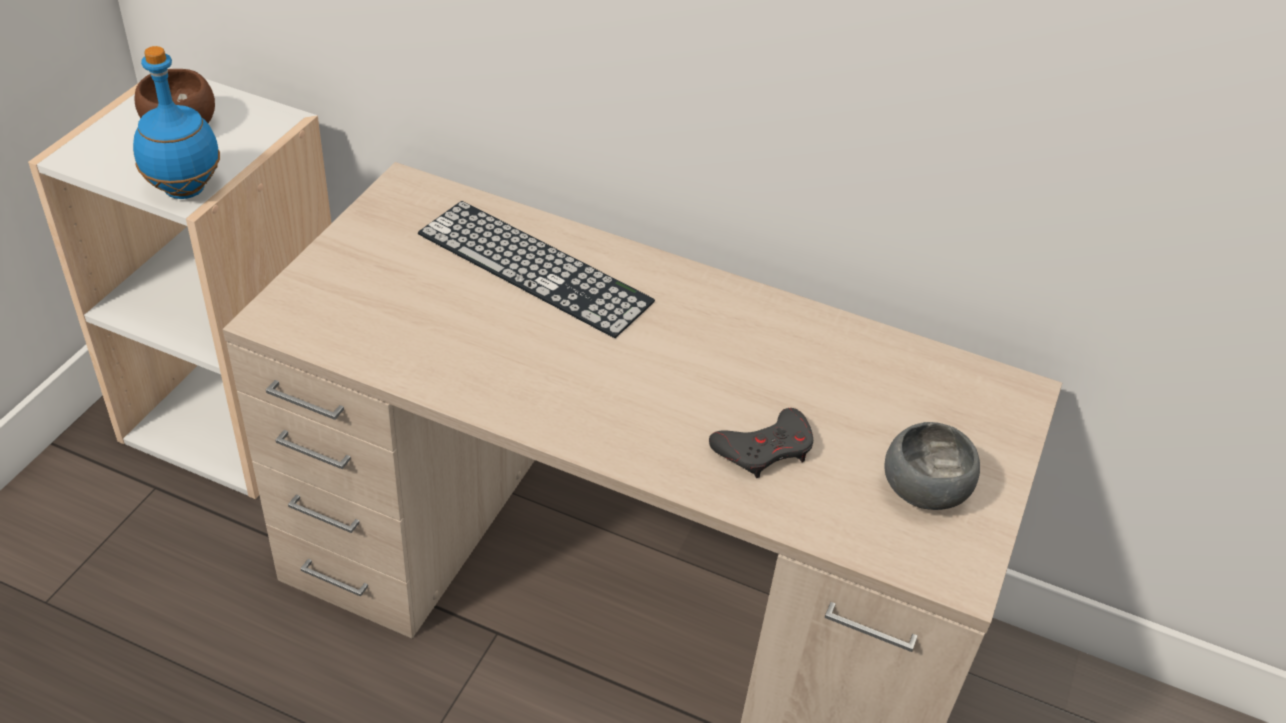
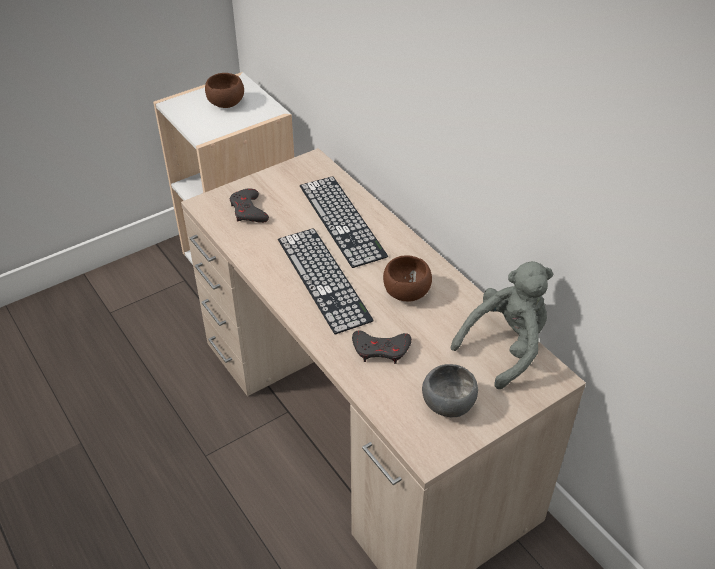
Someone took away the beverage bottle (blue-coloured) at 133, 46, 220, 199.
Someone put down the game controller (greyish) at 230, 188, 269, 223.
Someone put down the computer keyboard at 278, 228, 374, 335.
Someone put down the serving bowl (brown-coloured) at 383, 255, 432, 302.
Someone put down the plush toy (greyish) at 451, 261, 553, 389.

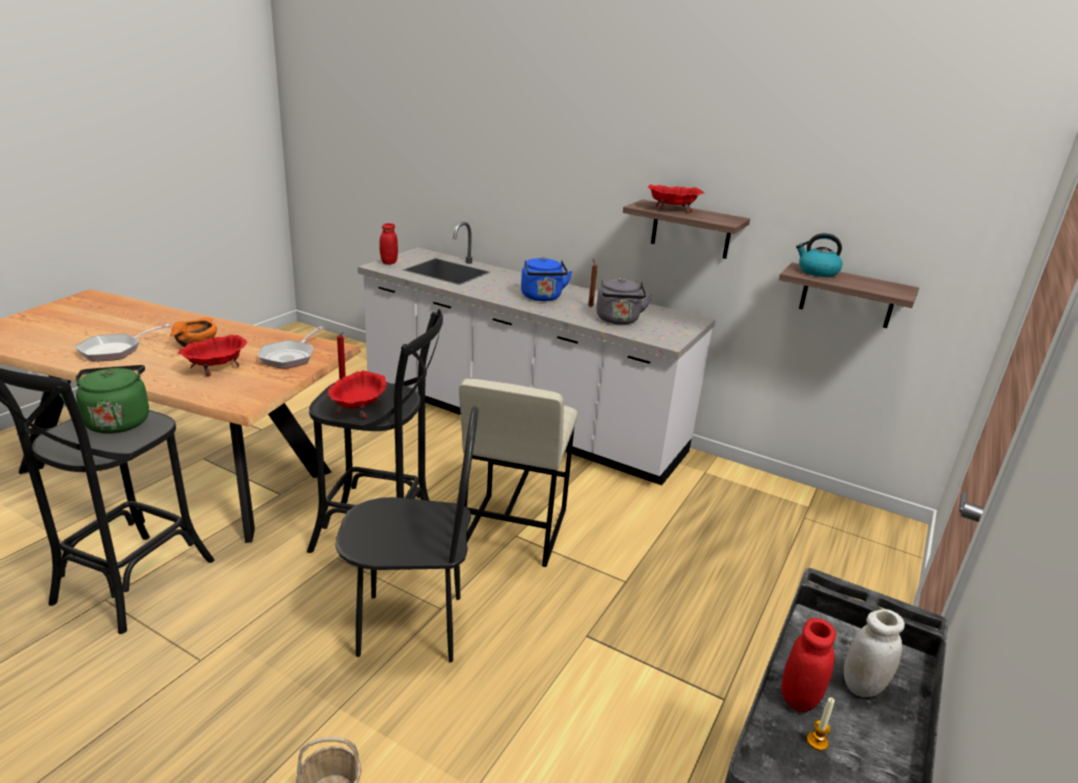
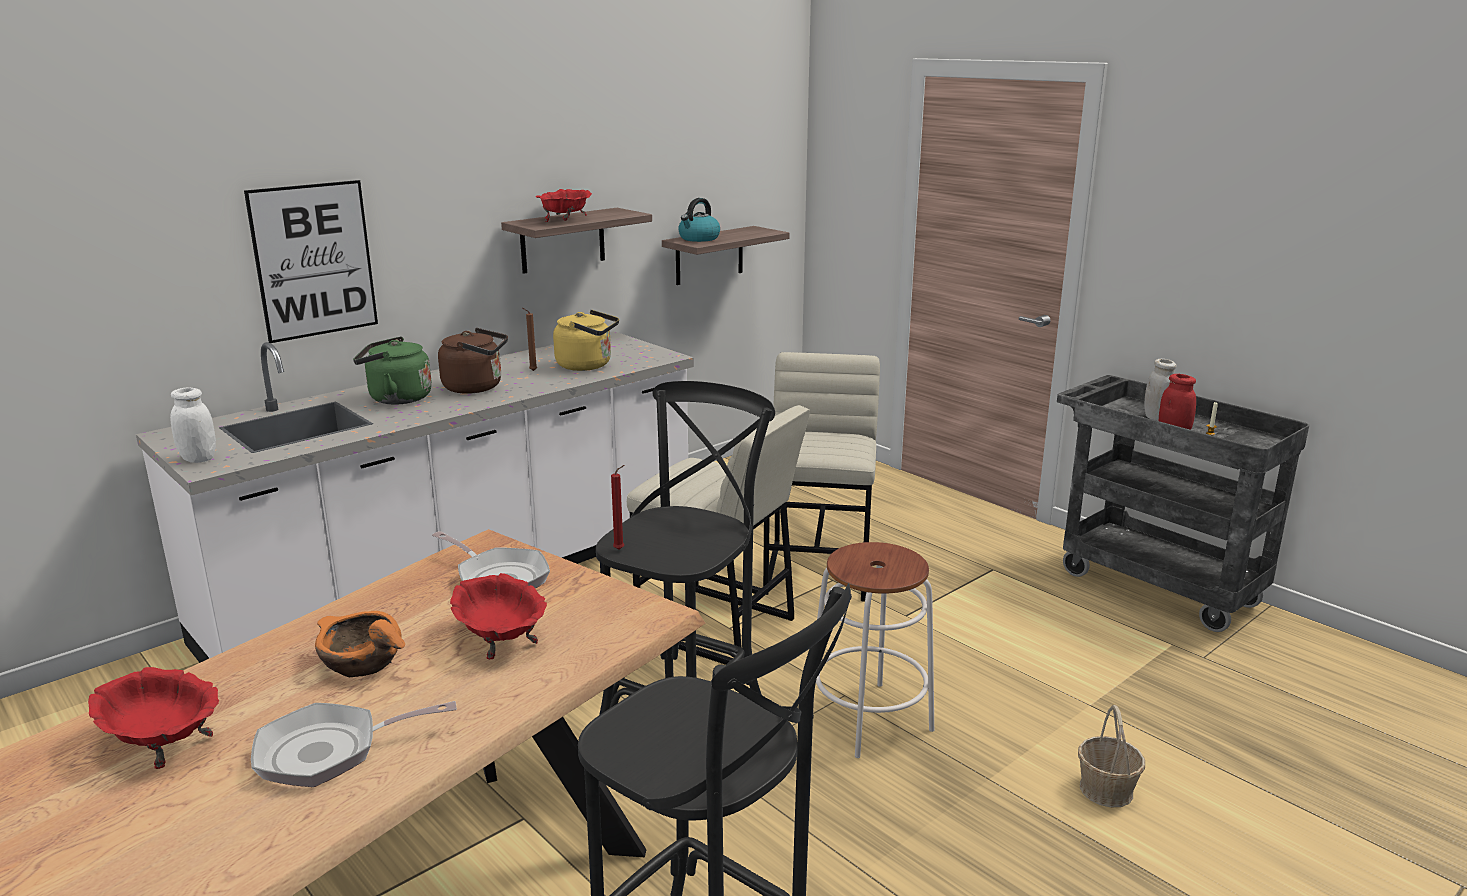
Someone repainted the jar (red-coloured) at 379, 223, 398, 264, which became the jar (white) at 170, 387, 216, 463.
Someone repainted the kettle (blue-coloured) at 521, 257, 572, 301, which became the kettle (brown-coloured) at 438, 328, 508, 394.
Someone repainted the kettle (greyish) at 596, 278, 652, 325, which became the kettle (yellow-coloured) at 553, 310, 619, 371.
Someone rotated the frying pan at 75, 324, 171, 362 by 105 degrees clockwise.
Someone carried the kettle (green-coloured) from 59, 365, 149, 434 to 353, 337, 432, 405.
Someone carried the serving bowl (red-coloured) from 328, 371, 387, 419 to 88, 667, 219, 769.
Someone swapped the chair (black) at 335, 406, 478, 663 for the stool (white) at 816, 542, 934, 758.
Someone put up the wall picture at 244, 180, 378, 343.
Someone put down the chair (sand-coloured) at 763, 352, 880, 602.

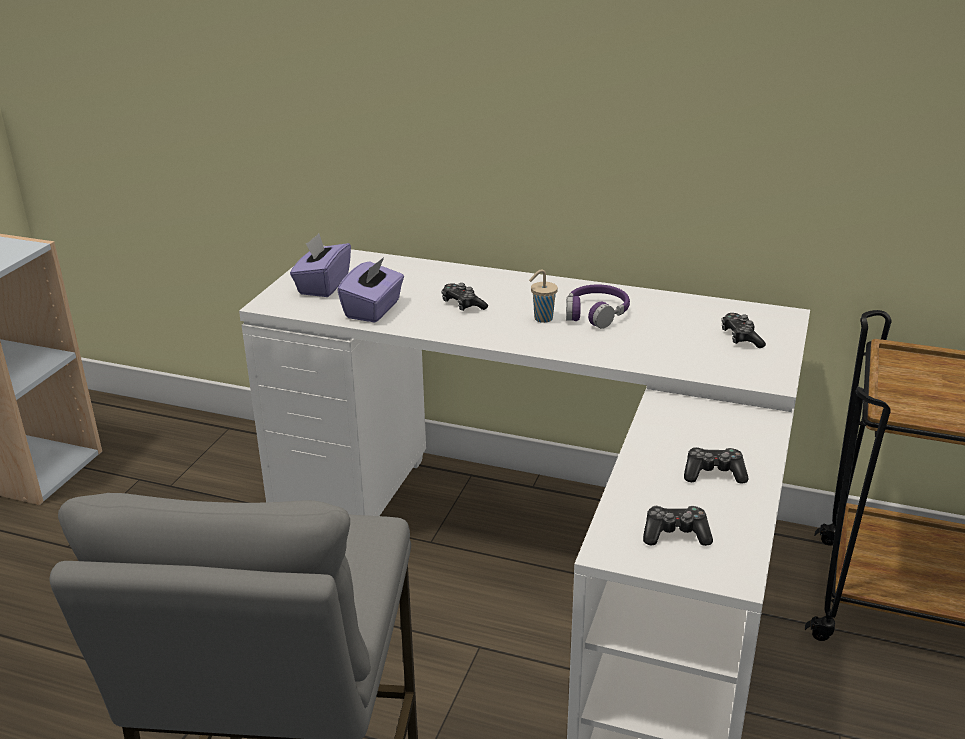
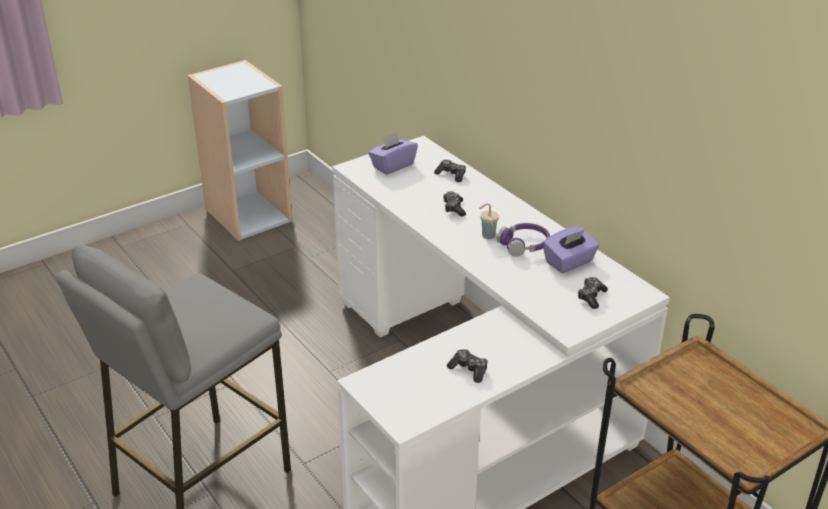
Someone carried the tissue box (purplish) from 337, 257, 404, 322 to 543, 226, 600, 273.
Someone carried the game controller from 643, 506, 713, 546 to 434, 160, 466, 182.

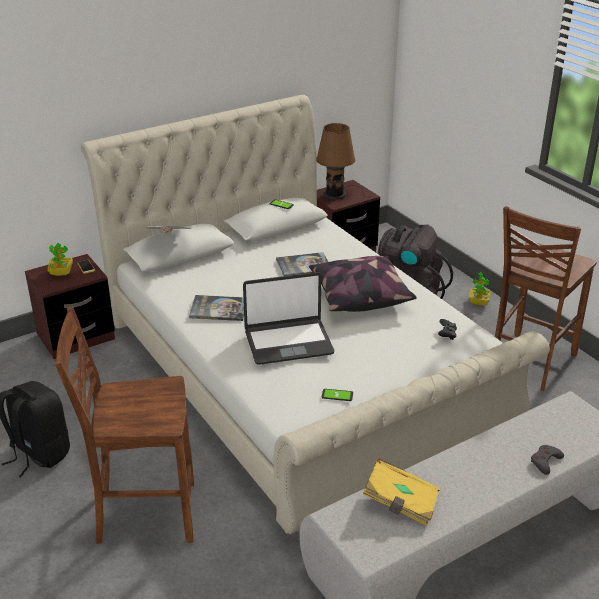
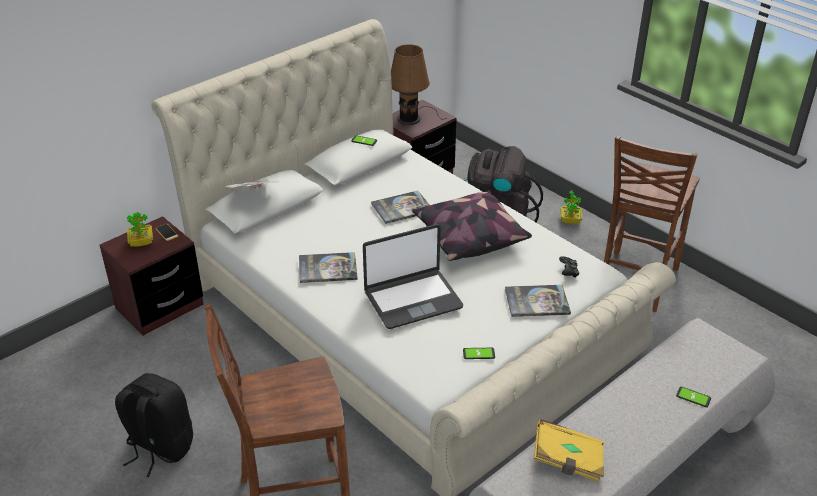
Someone swapped the game controller (greyish) at 531, 445, 564, 475 for the handset at 676, 387, 711, 407.
Someone put down the bound book at 505, 285, 571, 317.

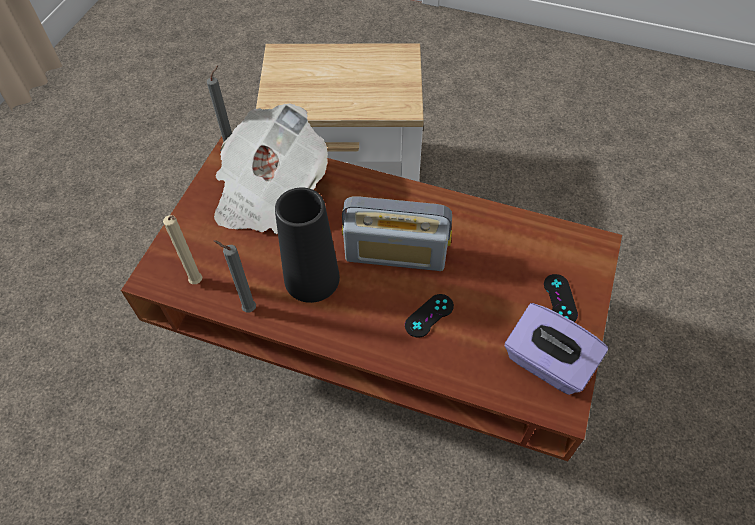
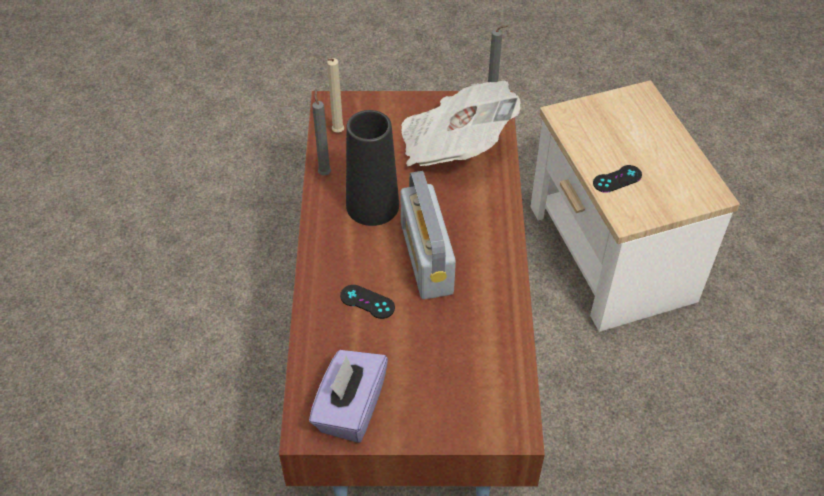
Someone carried the game controller (black) from 544, 274, 578, 322 to 593, 165, 642, 193.

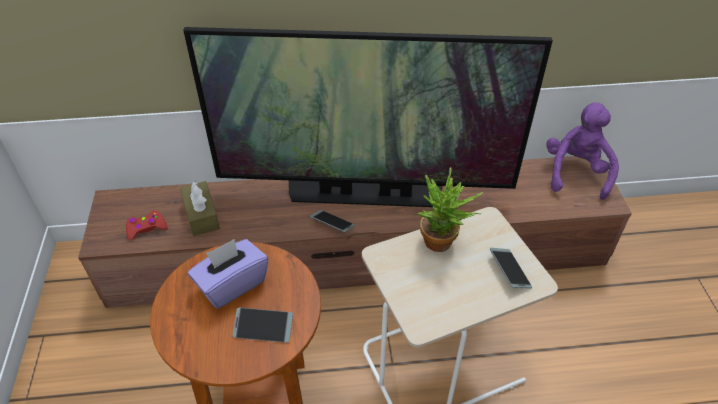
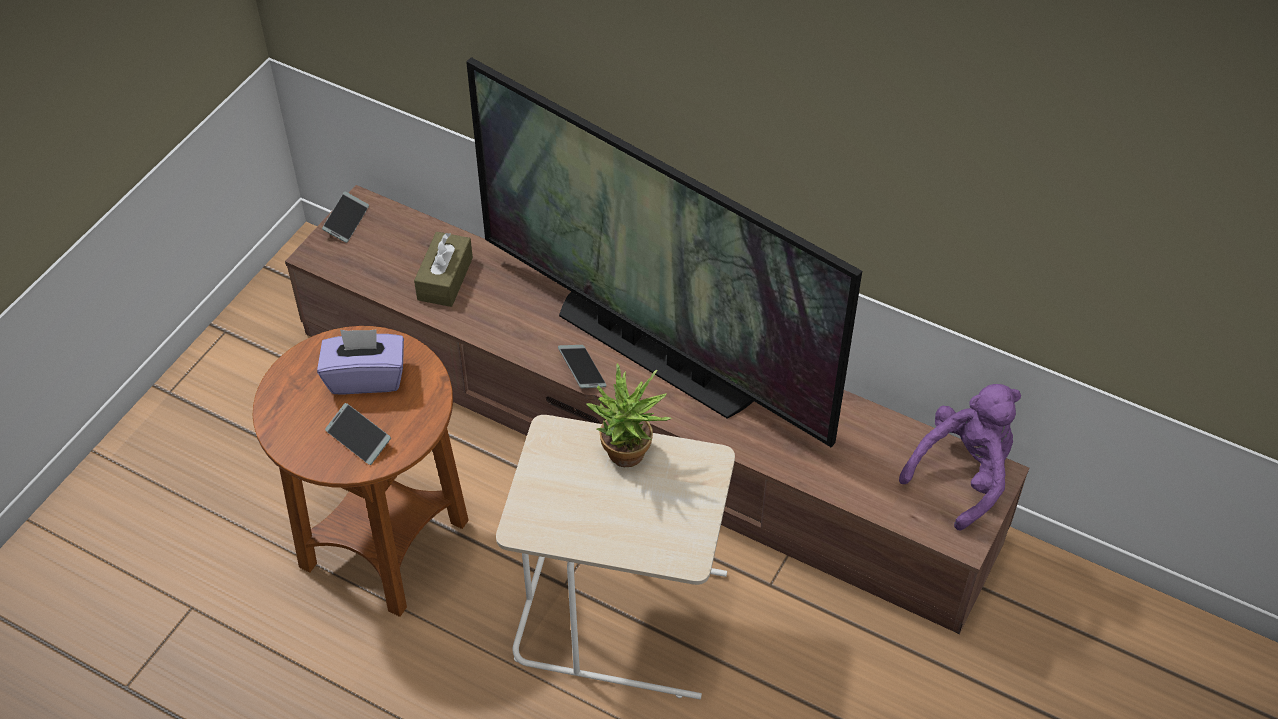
Someone took away the game controller (red-coloured) at 126, 211, 167, 240.
Someone carried the handset from 490, 248, 532, 289 to 322, 192, 369, 243.

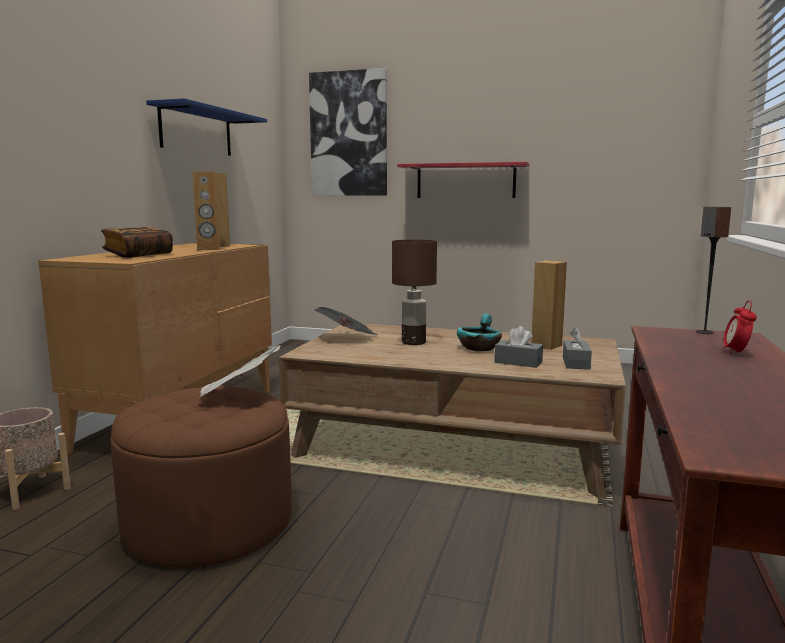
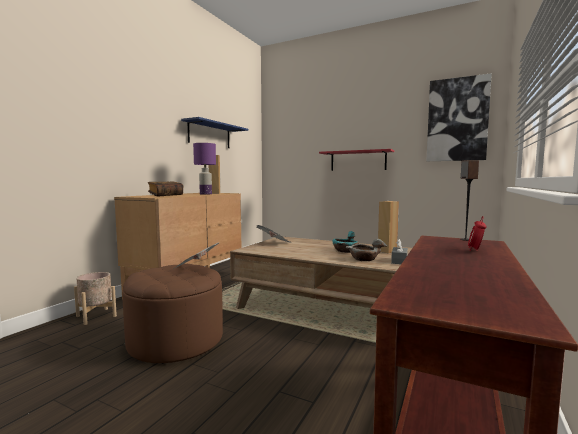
Someone carried the wall picture from 309, 68, 387, 196 to 426, 73, 492, 161.
Someone swapped the loudspeaker (brown-coloured) at 192, 171, 220, 250 for the table lamp (purplish) at 193, 143, 216, 195.
Someone took away the table lamp (brown-coloured) at 392, 240, 437, 345.
Someone swapped the tissue box (greyish) at 494, 326, 543, 368 for the serving bowl (greyish) at 346, 239, 387, 261.

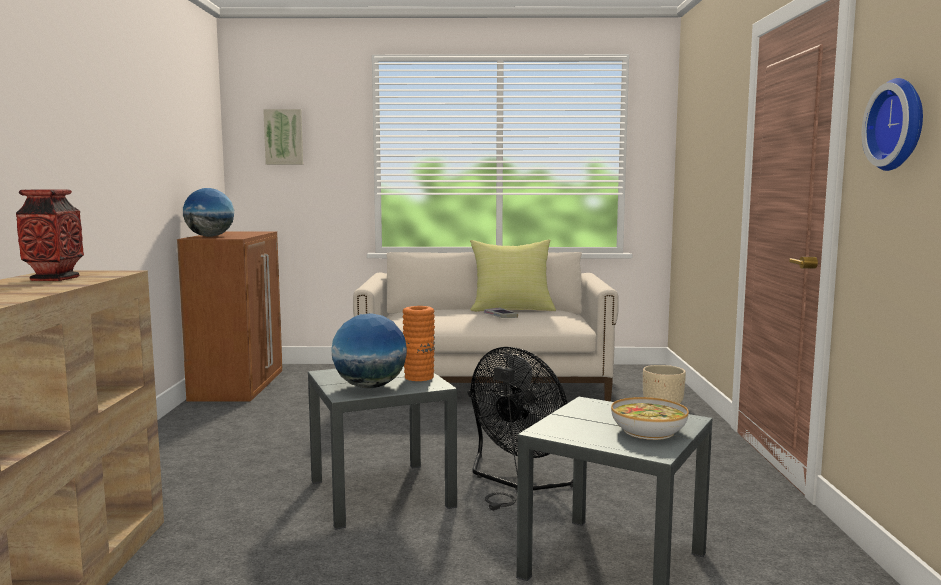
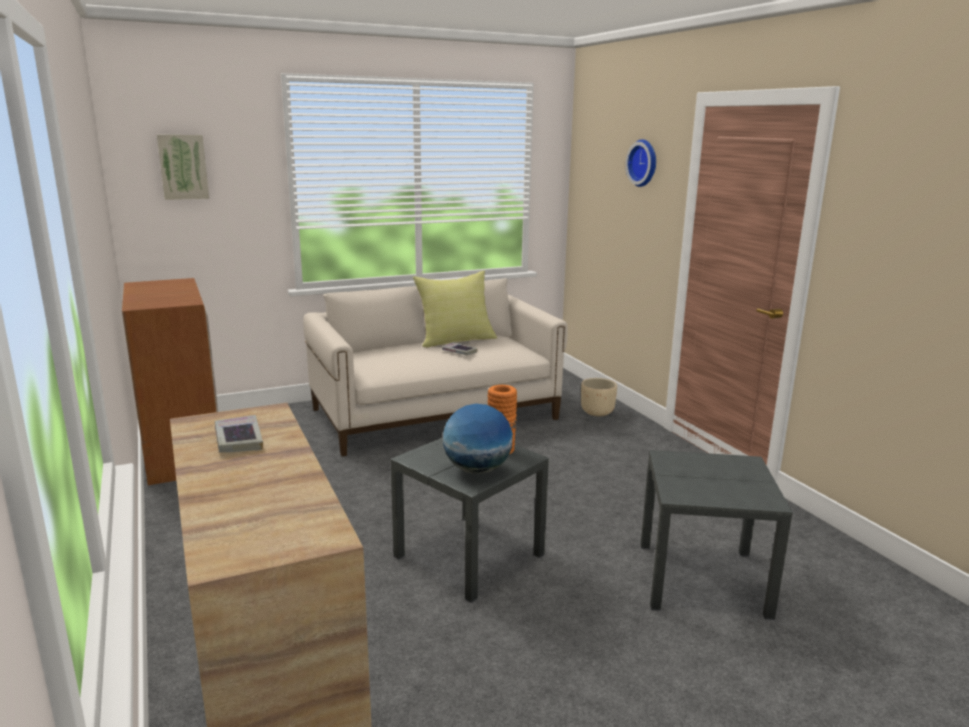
Someone carried the clock on the wall from 862, 78, 923, 171 to 625, 139, 656, 187.
Someone took away the globe at 183, 188, 234, 237.
Someone swapped the decorative vase at 16, 189, 84, 281 for the bound book at 215, 415, 263, 453.
Someone took away the cooling fan (black) at 467, 347, 573, 511.
Someone took away the serving bowl at 611, 397, 689, 440.

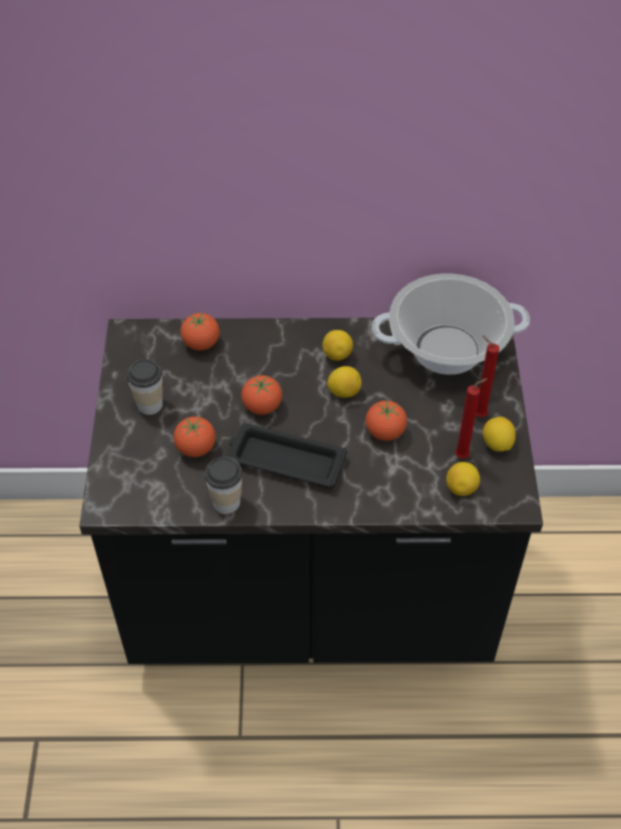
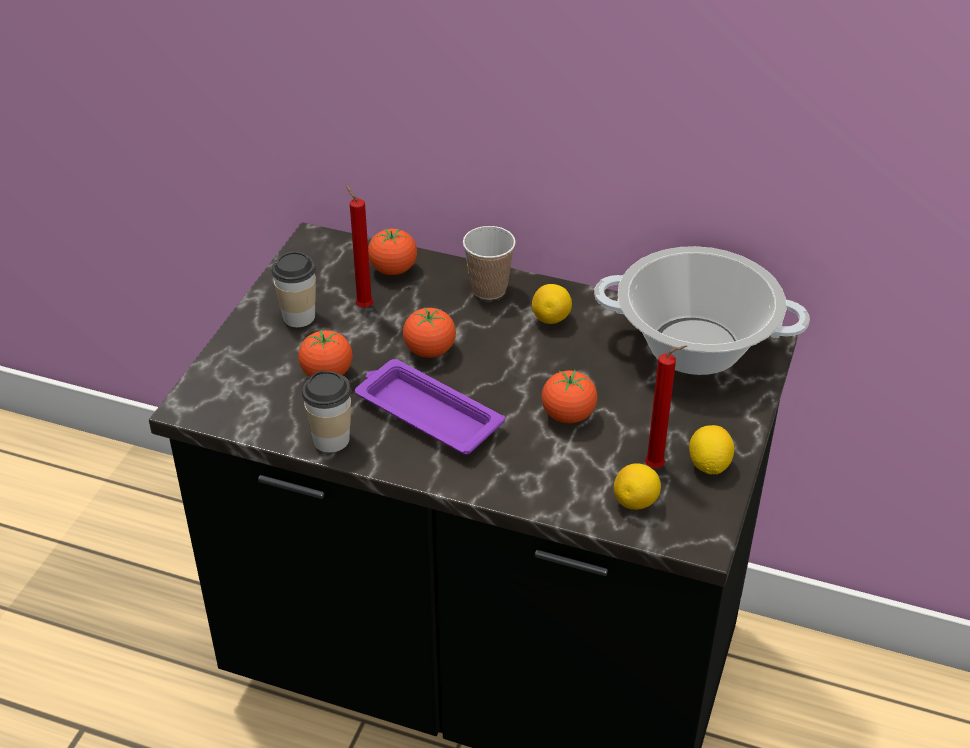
Someone carried the wax light (red-coloured) from 476, 336, 499, 417 to 345, 184, 373, 308.
Someone took away the lemon at 327, 366, 362, 398.
Someone repainted the tray (black) at 227, 423, 347, 488, which became the tray (purplish) at 355, 359, 505, 454.
Someone put down the small cup at 463, 226, 516, 300.

